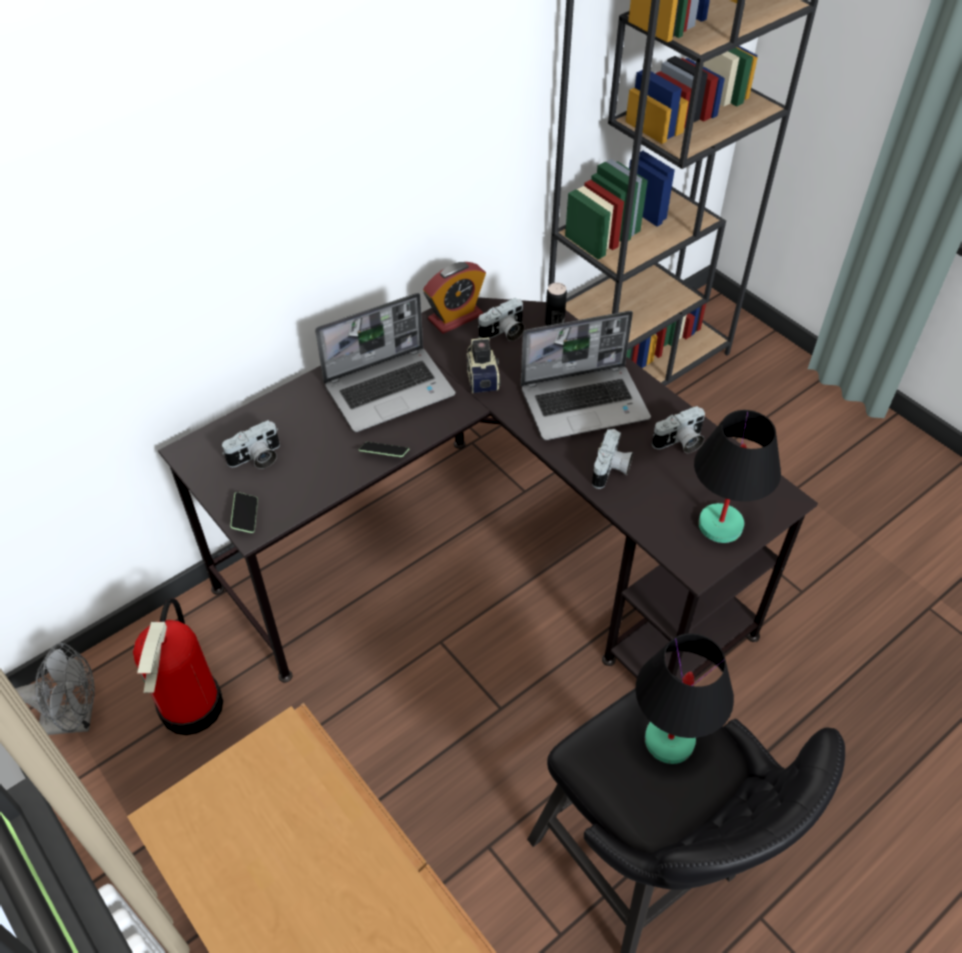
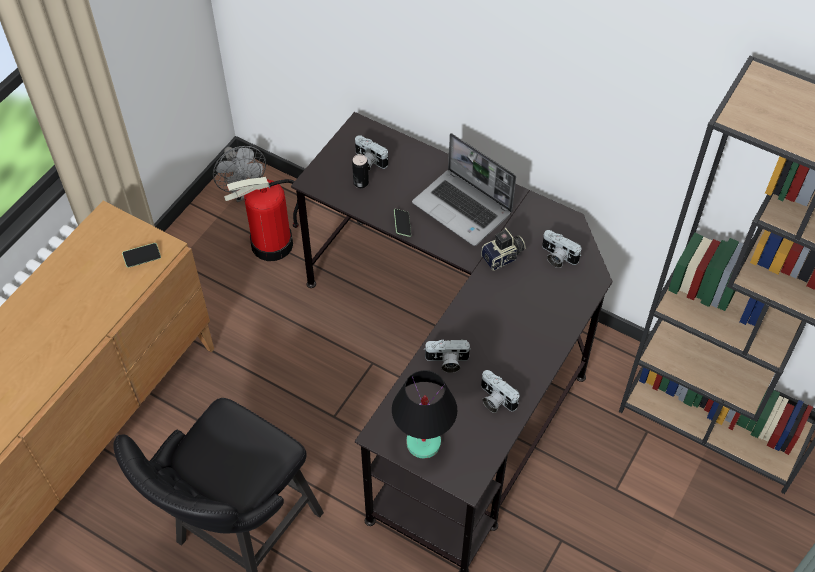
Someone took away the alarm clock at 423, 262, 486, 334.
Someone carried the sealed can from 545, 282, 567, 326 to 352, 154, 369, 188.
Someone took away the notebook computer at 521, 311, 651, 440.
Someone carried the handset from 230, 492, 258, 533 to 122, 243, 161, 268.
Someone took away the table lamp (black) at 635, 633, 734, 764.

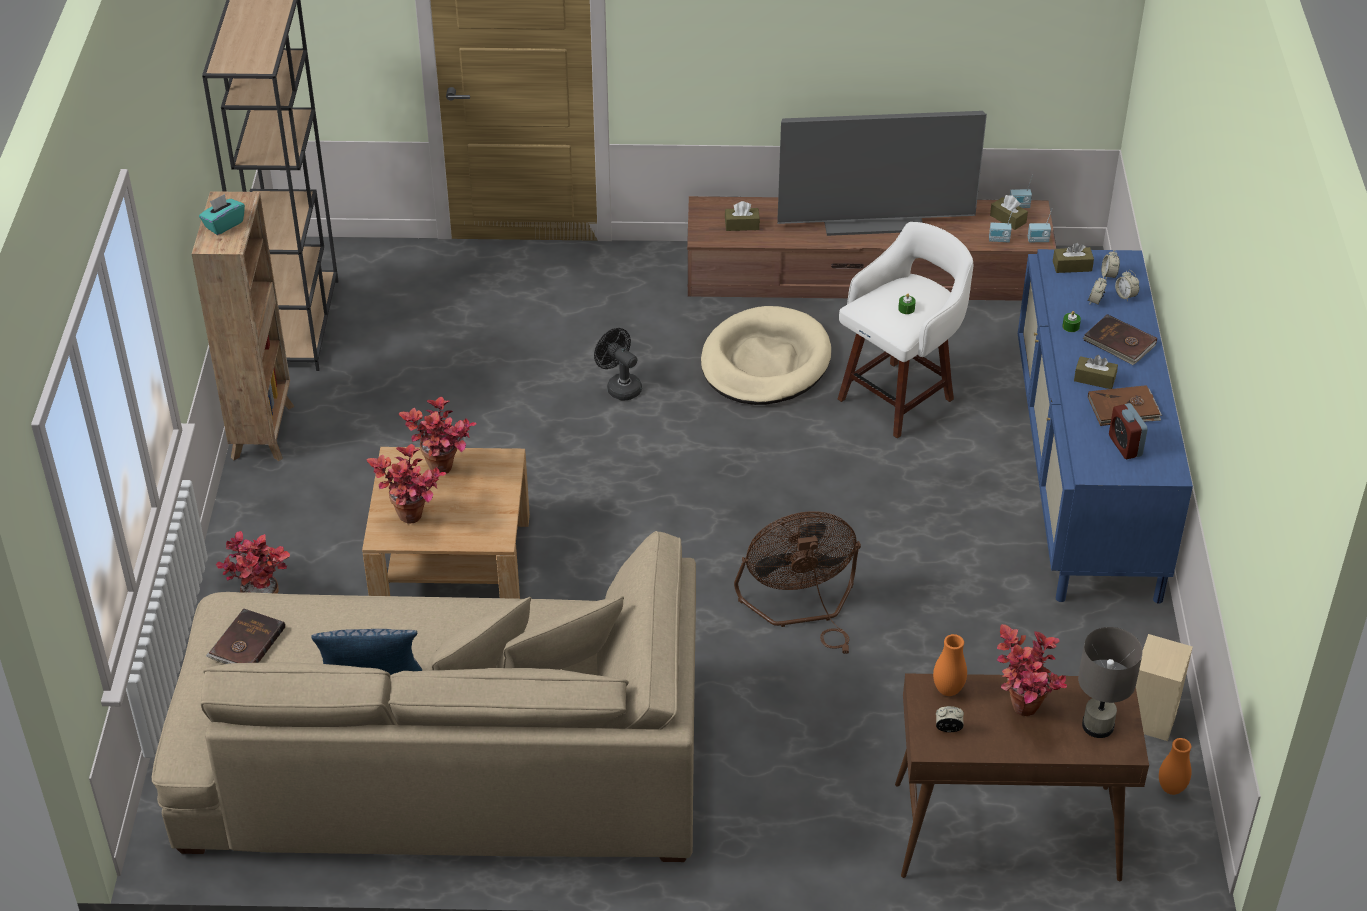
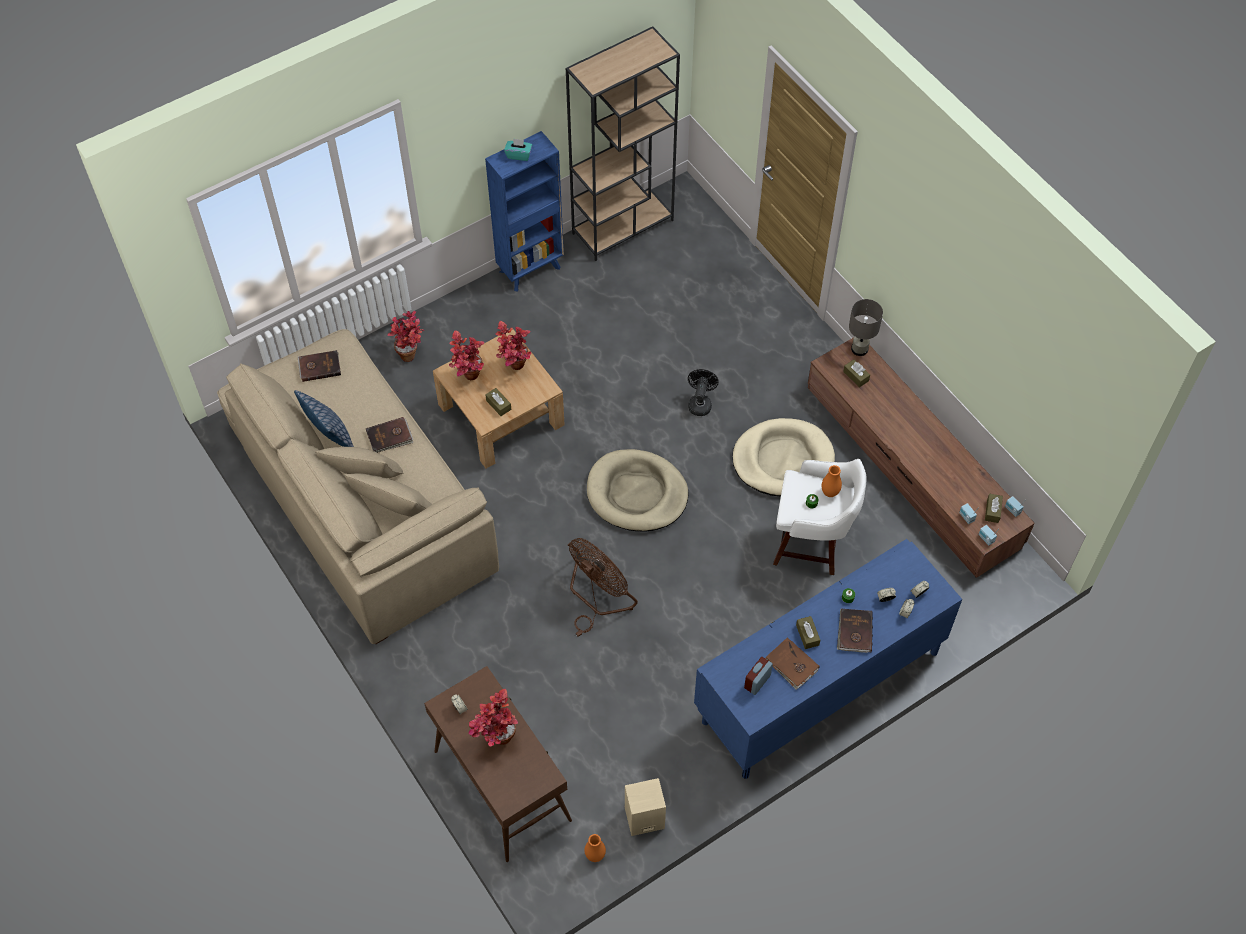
Someone took away the TV set at 777, 111, 987, 236.
Someone repainted the bookshelf (brown-coloured) at 192, 191, 294, 461, which became the bookshelf (blue-coloured) at 485, 131, 564, 291.
Someone carried the tissue box (brown-coloured) from 1053, 242, 1094, 273 to 485, 388, 511, 416.
Someone carried the table lamp (greyish) from 1078, 627, 1143, 738 to 849, 299, 883, 356.
Someone carried the decorative vase (orangey) from 933, 634, 967, 696 to 822, 465, 842, 497.
Someone put down the bound book (brown-coloured) at 366, 417, 413, 453.
Someone put down the pet bed (sand-coloured) at 587, 449, 689, 532.

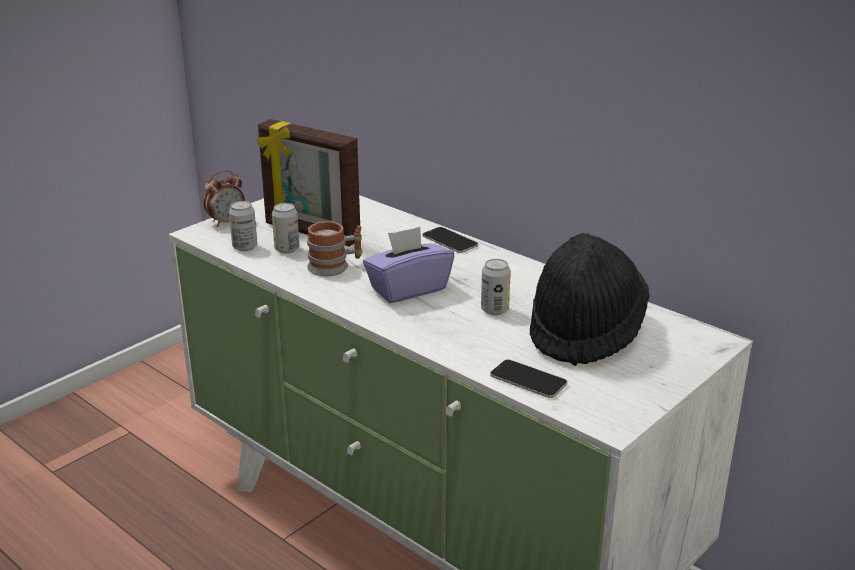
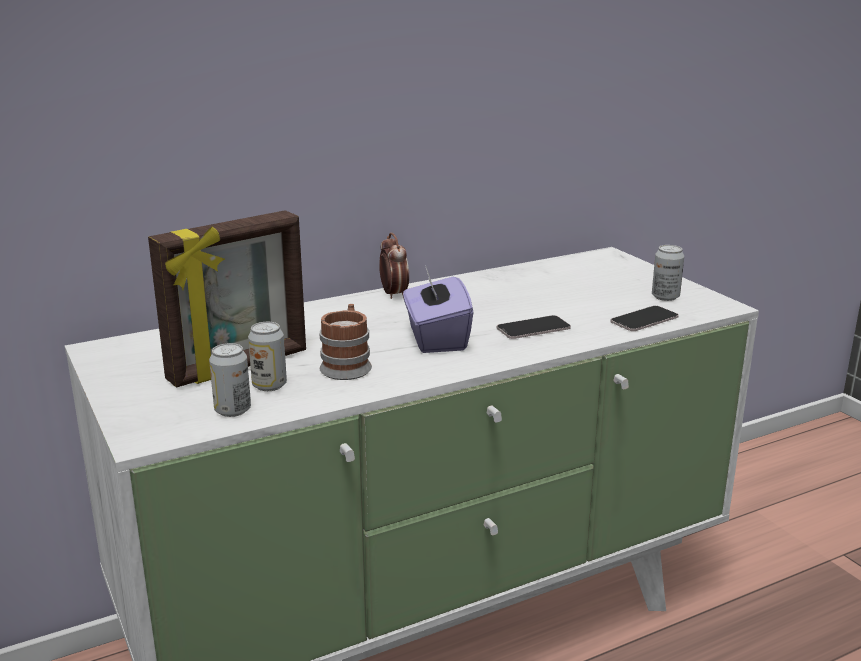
Someone carried the alarm clock from 203, 170, 245, 227 to 379, 233, 409, 299.
Someone carried the handset from 422, 227, 478, 253 to 497, 315, 571, 339.
Someone took away the hat (black) at 530, 233, 649, 366.
Someone carried the sealed can from 481, 259, 511, 315 to 652, 245, 684, 301.

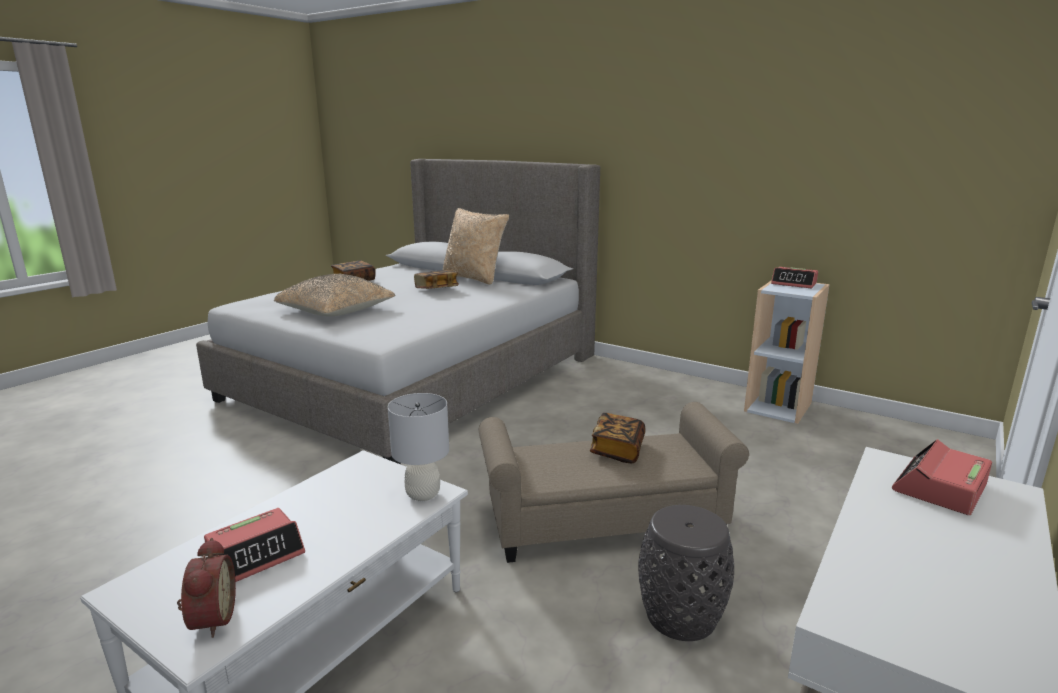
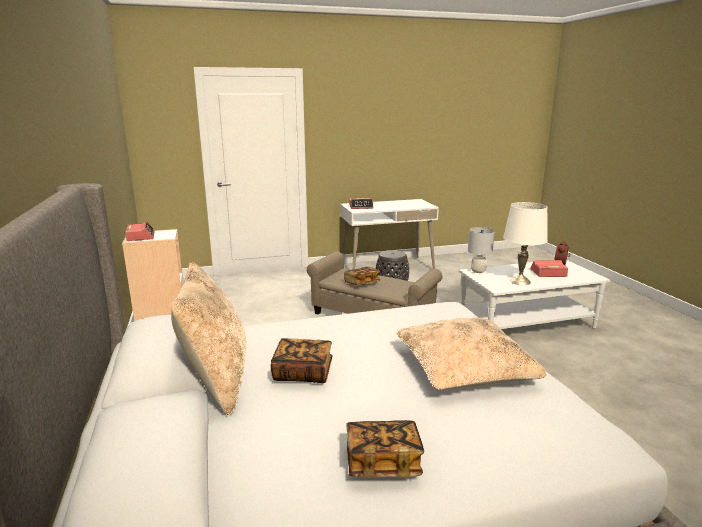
Someone put down the table lamp (white) at 503, 202, 548, 285.

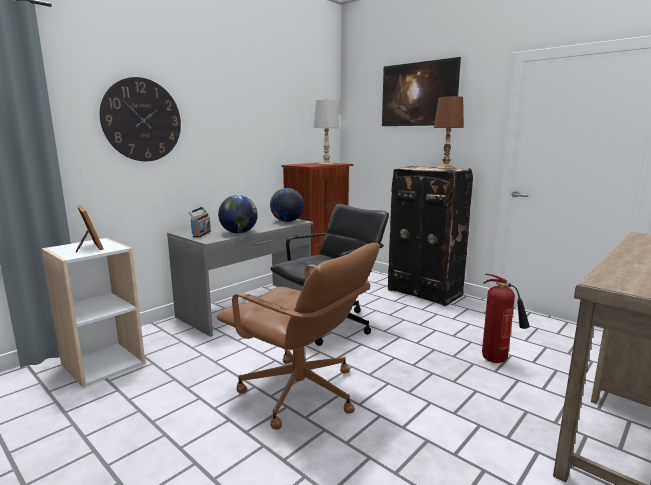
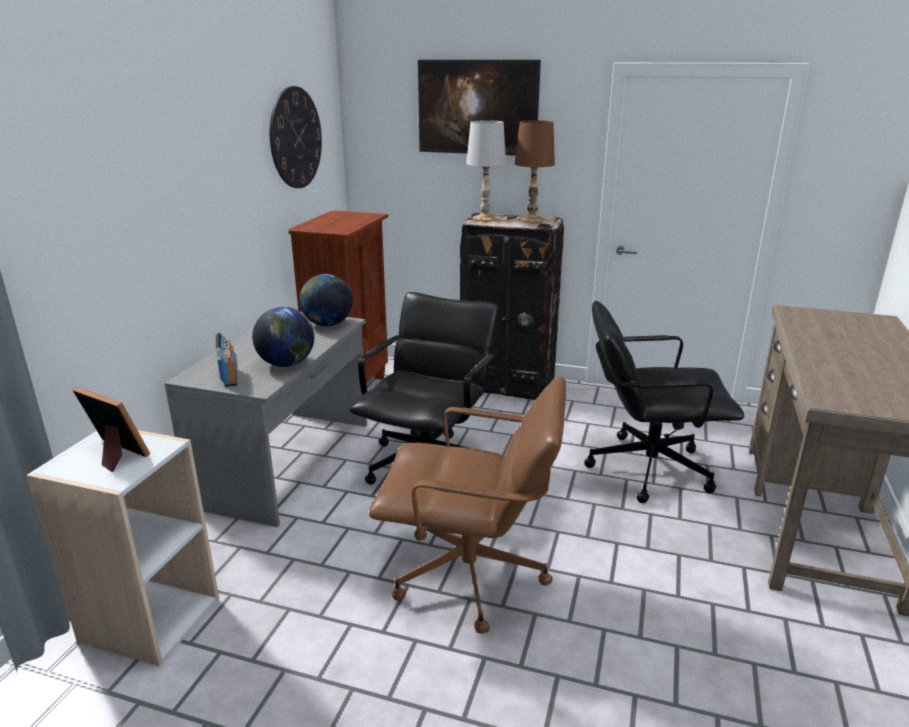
Someone carried the clock on the wall from 100, 77, 181, 161 to 270, 86, 322, 188.
Someone carried the table lamp (white) from 314, 100, 339, 165 to 466, 120, 506, 221.
Someone swapped the extinguisher at 482, 274, 530, 363 for the desk chair (black) at 584, 301, 744, 503.

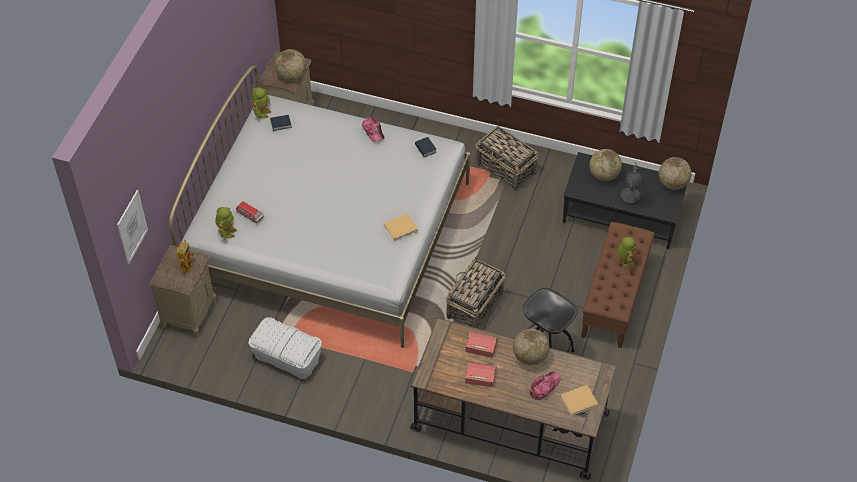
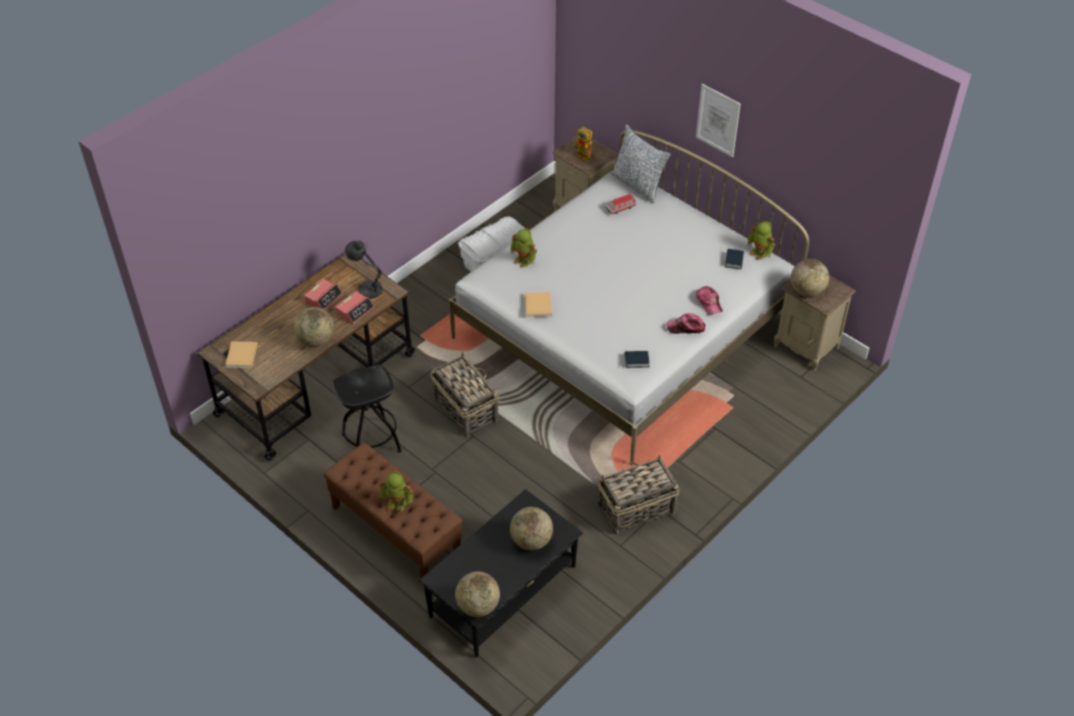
Someone carried the table lamp (greyish) from 620, 165, 643, 205 to 345, 240, 391, 299.
Someone carried the wall picture from 117, 190, 148, 264 to 696, 84, 740, 157.
Someone carried the model robot from 215, 207, 237, 239 to 510, 228, 537, 268.
Someone carried the cap from 530, 371, 561, 400 to 696, 286, 723, 315.
Someone put down the pillow at 610, 124, 671, 204.

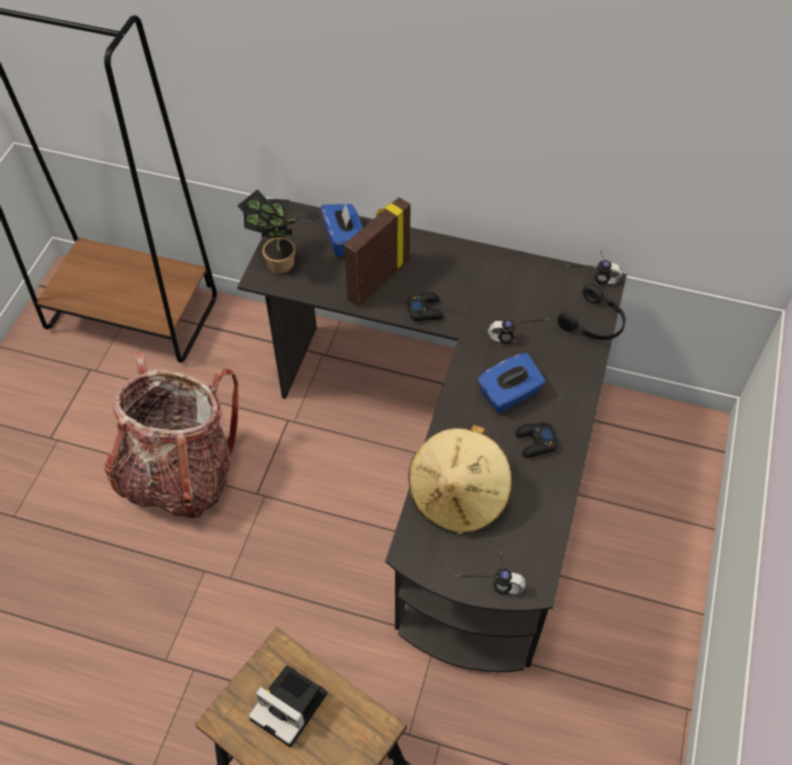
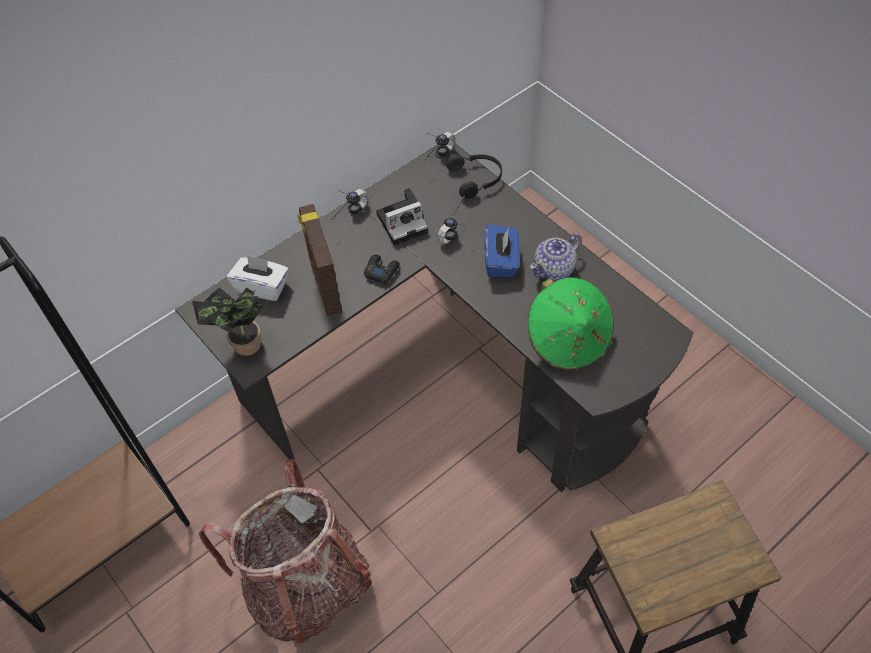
Someone repainted the tissue box (blue-coloured) at 321, 203, 363, 257, which became the tissue box (white) at 227, 255, 289, 301.
Someone swapped the game controller (black) at 515, 422, 559, 458 for the tea pot at 530, 233, 581, 281.
Someone repainted the hat (sand-coloured) at 408, 425, 512, 534, which became the hat (green-coloured) at 528, 277, 614, 371.
Someone carried the headset from 455, 552, 526, 595 to 331, 189, 368, 220.
Someone carried the photo camera from 248, 665, 327, 747 to 376, 188, 428, 245.

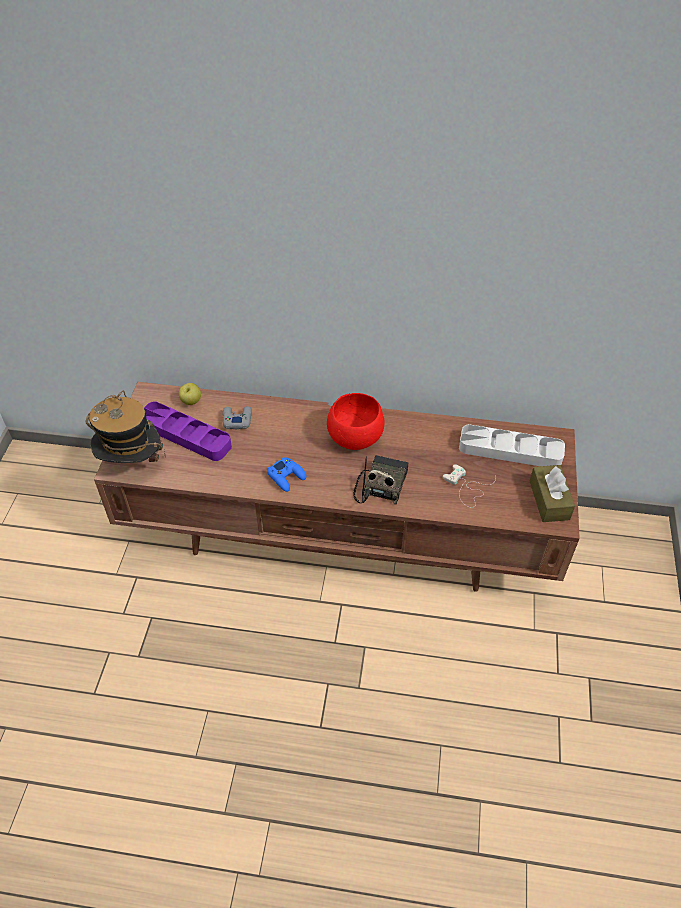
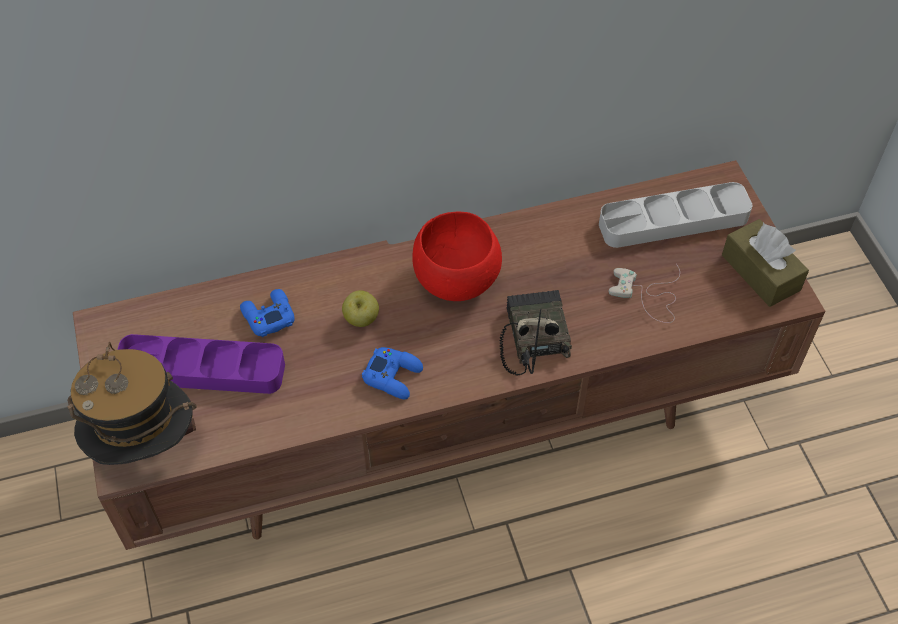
Someone carried the apple from 179, 383, 201, 405 to 342, 290, 379, 327.
Someone repainted the game controller (greyish) at 223, 406, 252, 429, which became the game controller (blue-coloured) at 240, 289, 295, 337.

